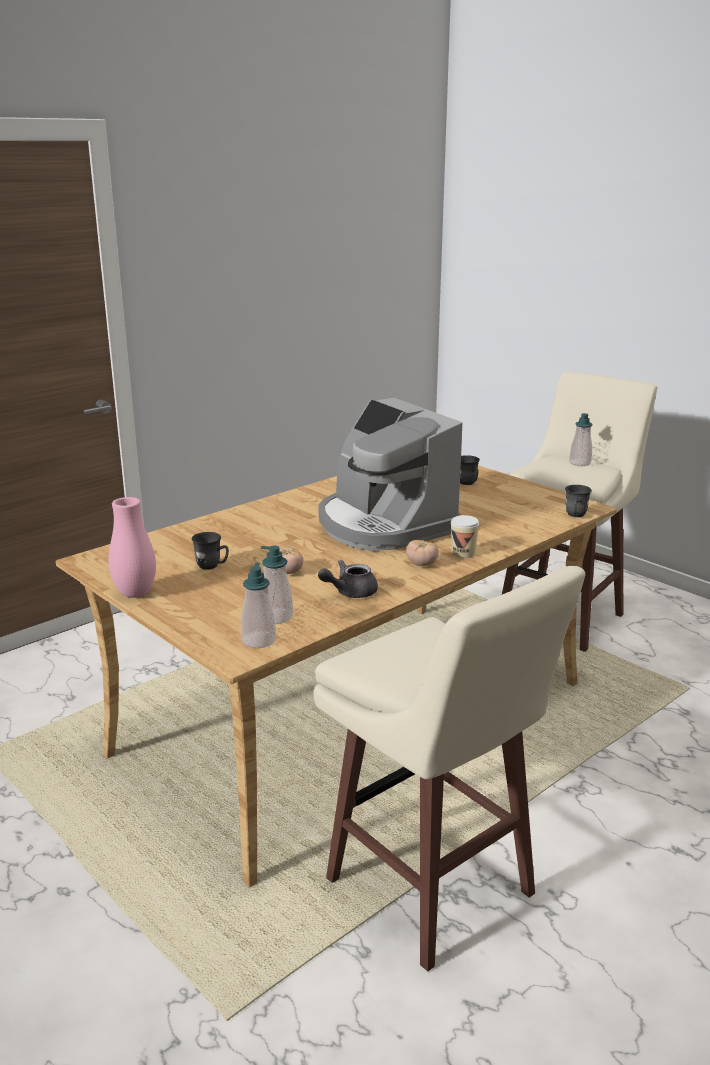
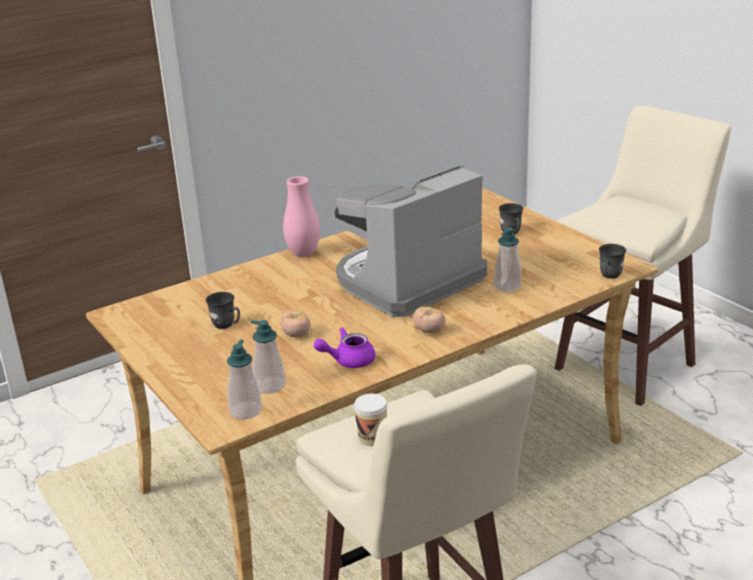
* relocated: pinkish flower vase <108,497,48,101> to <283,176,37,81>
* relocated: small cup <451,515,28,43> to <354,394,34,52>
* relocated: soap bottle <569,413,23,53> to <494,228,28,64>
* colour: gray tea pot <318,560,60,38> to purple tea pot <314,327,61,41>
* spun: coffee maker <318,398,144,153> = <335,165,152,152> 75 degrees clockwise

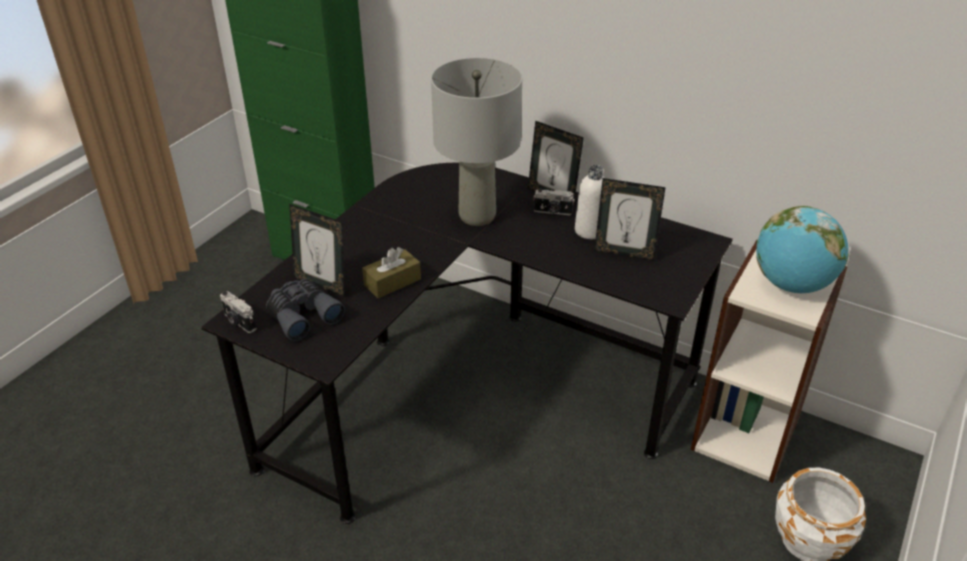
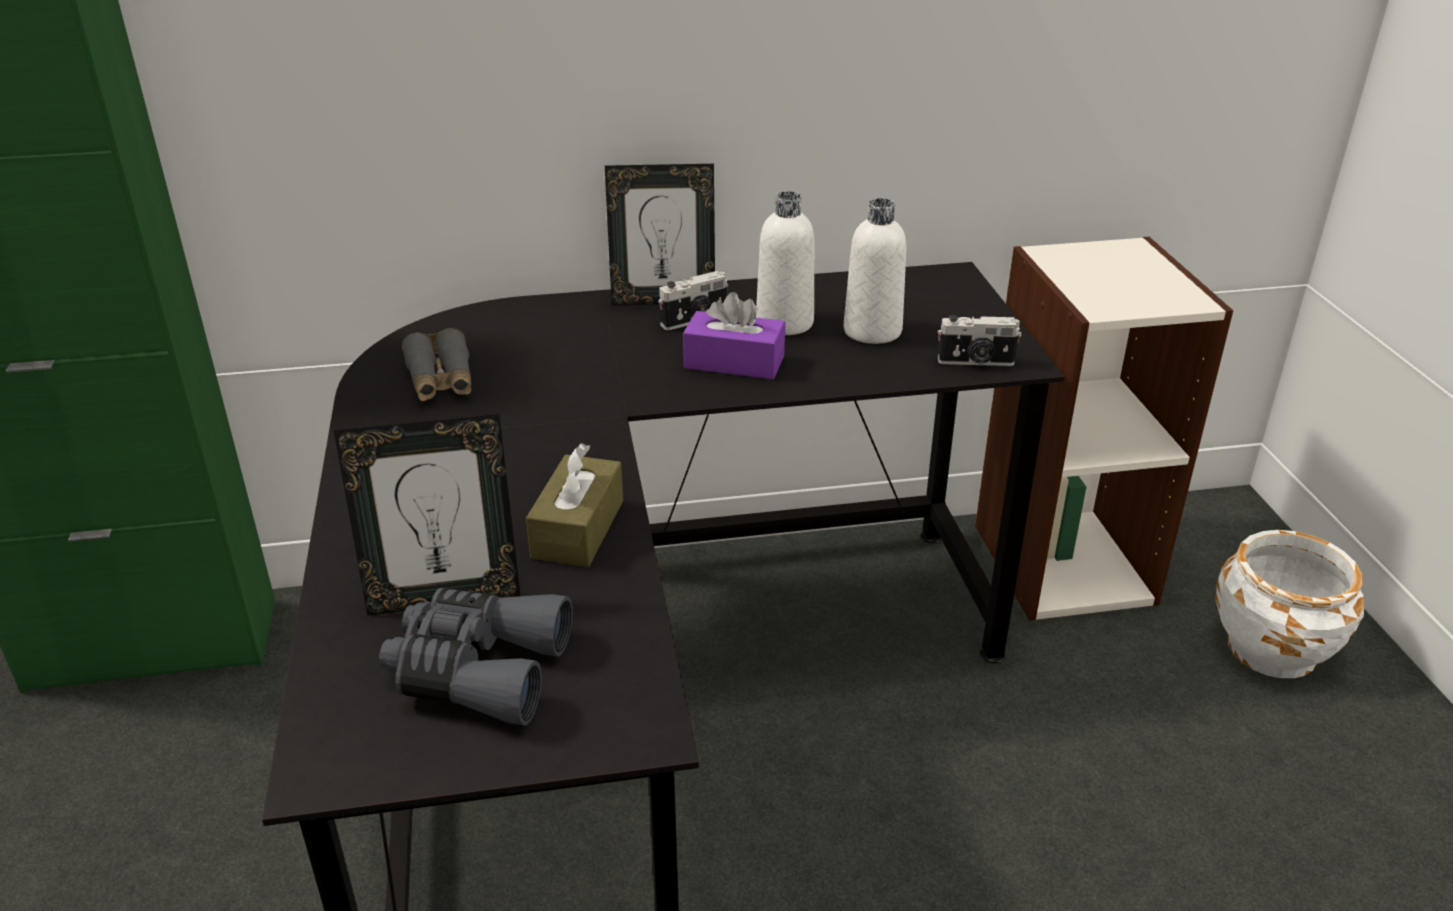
* missing: gray table lamp <431,58,91,168>
* missing: world globe <756,206,92,87>
* appeared: gray field glasses <402,328,69,73>
* appeared: purple tissue holder <683,292,102,87>
* relocated: still camera <220,291,37,42> to <938,315,84,51>
* exchanged: photo frame <594,178,72,83> to white bottle <844,198,62,146>

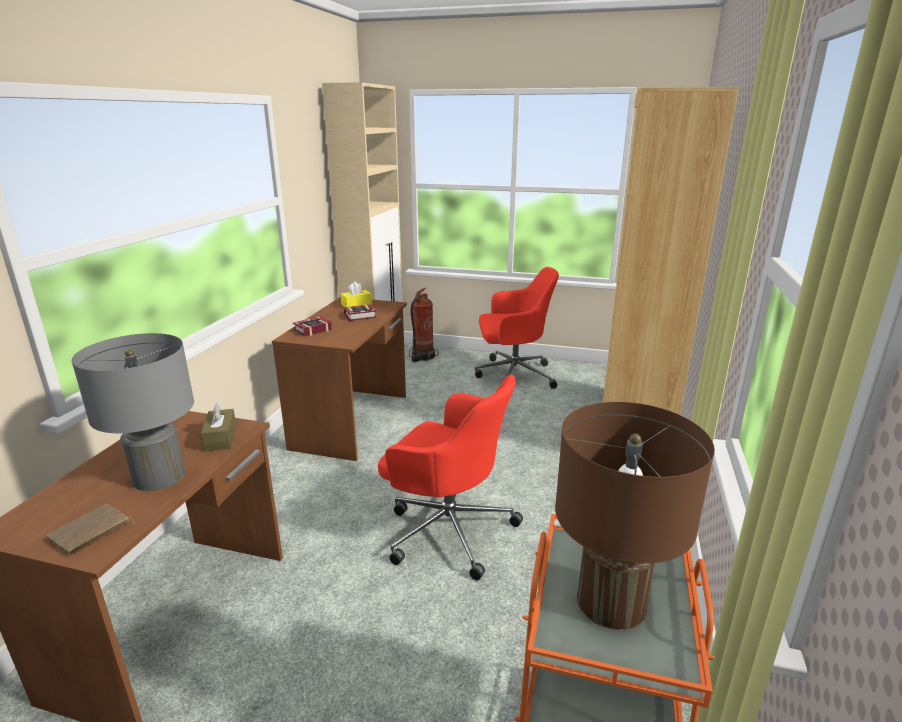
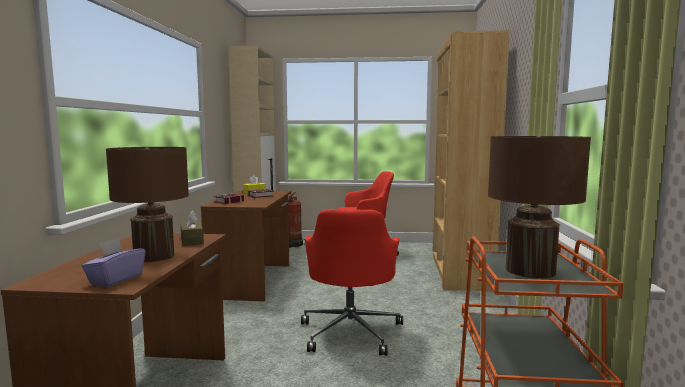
* exchanged: brown book <46,504,89,52> to purple tissue holder <82,238,64,49>
* colour: gray table lamp <71,333,123,158> to brown table lamp <106,147,83,115>
* spun: red-coloured office chair <378,375,145,205> = <301,209,102,147> 75 degrees clockwise

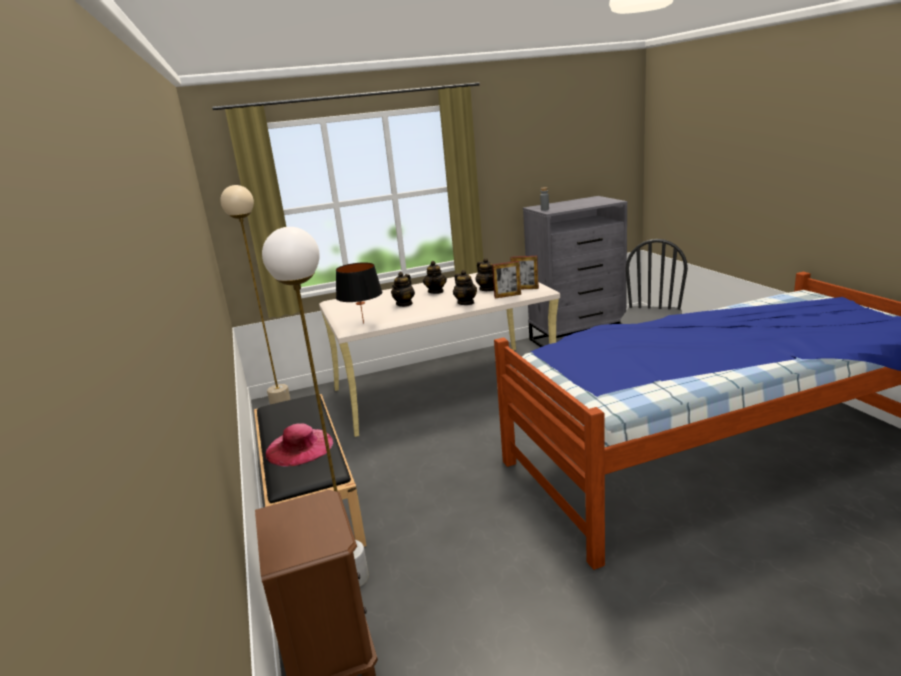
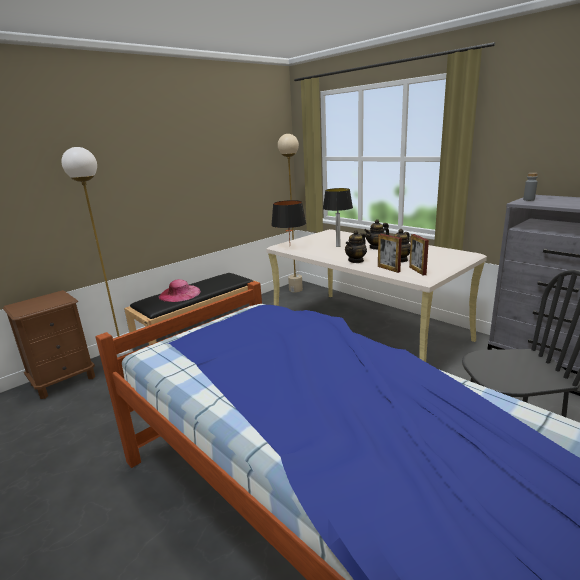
* exchanged: tea pot <391,272,24,35> to table lamp <323,188,30,59>

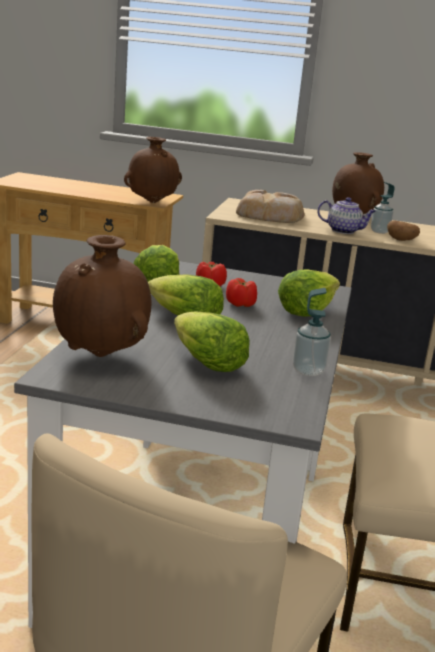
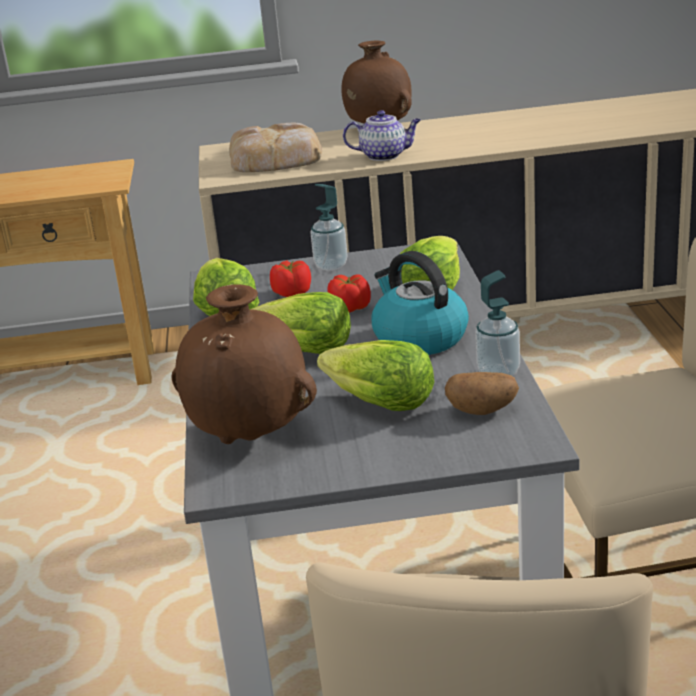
* missing: brown flower vase <124,137,58,66>
* appeared: tea kettle <372,251,97,104>
* relocated: soap bottle <371,182,24,52> to <310,184,37,87>
* relocated: whole potato <387,221,33,20> to <445,372,74,43>

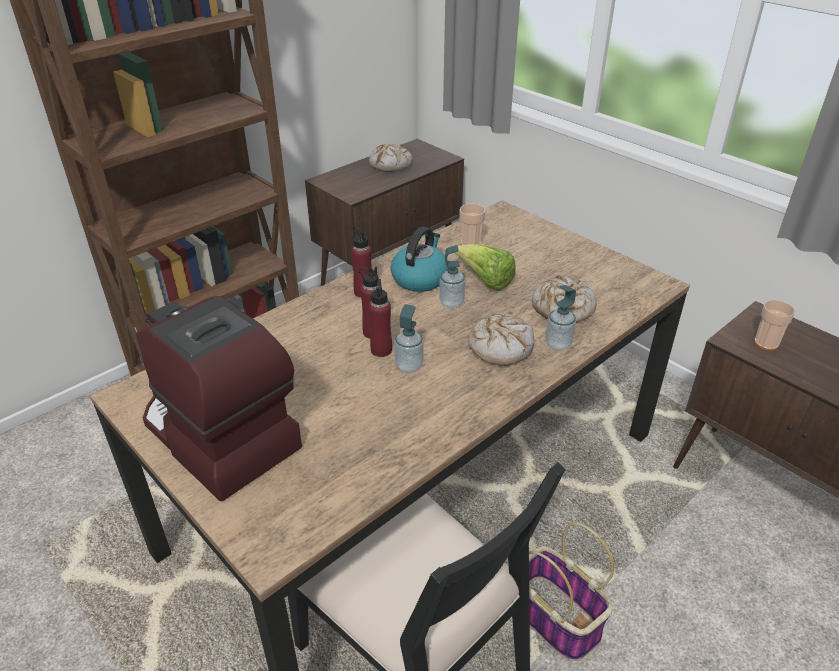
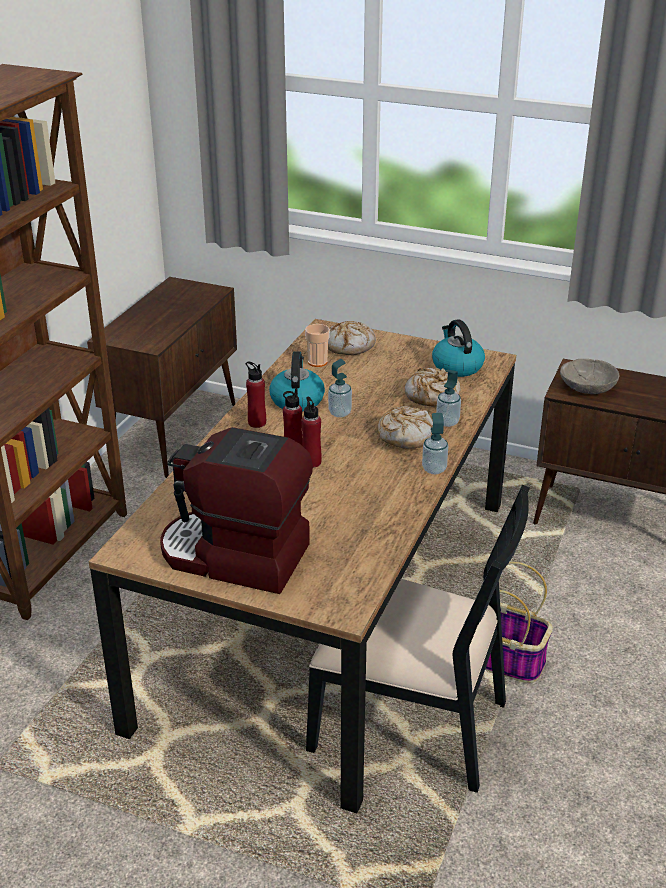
* missing: lettuce <455,244,60,47>
* appeared: tea kettle <432,320,53,57>
* relocated: bread <369,144,43,28> to <328,321,48,34>
* relocated: soap bottle <394,304,30,69> to <422,413,26,61>
* exchanged: small cup <754,300,41,51> to gray bowl <560,359,60,35>

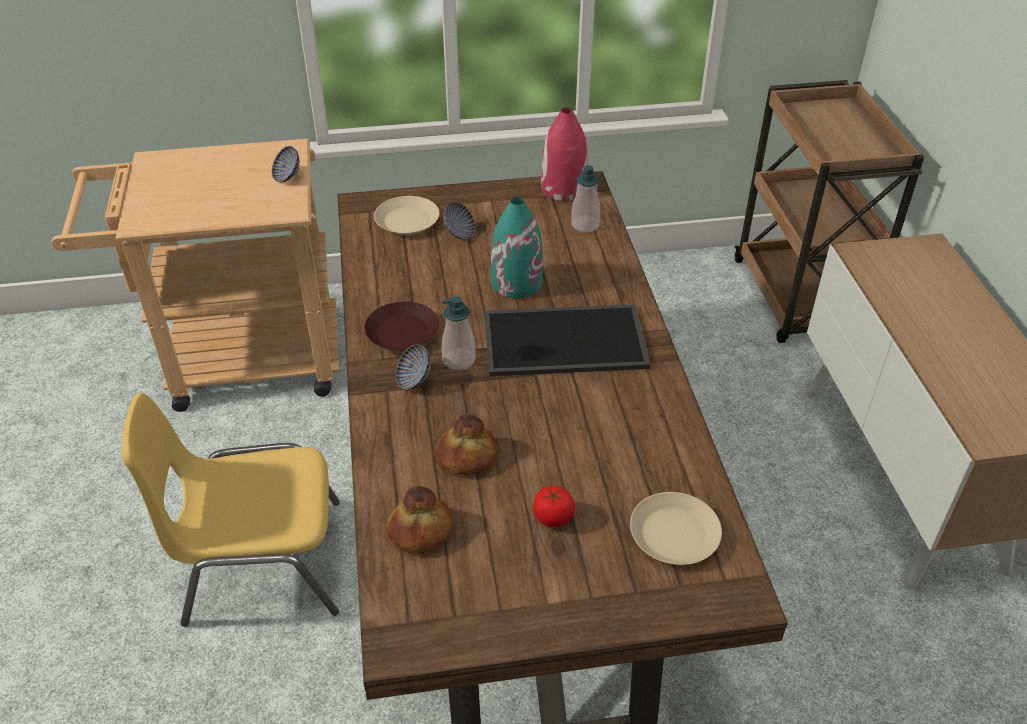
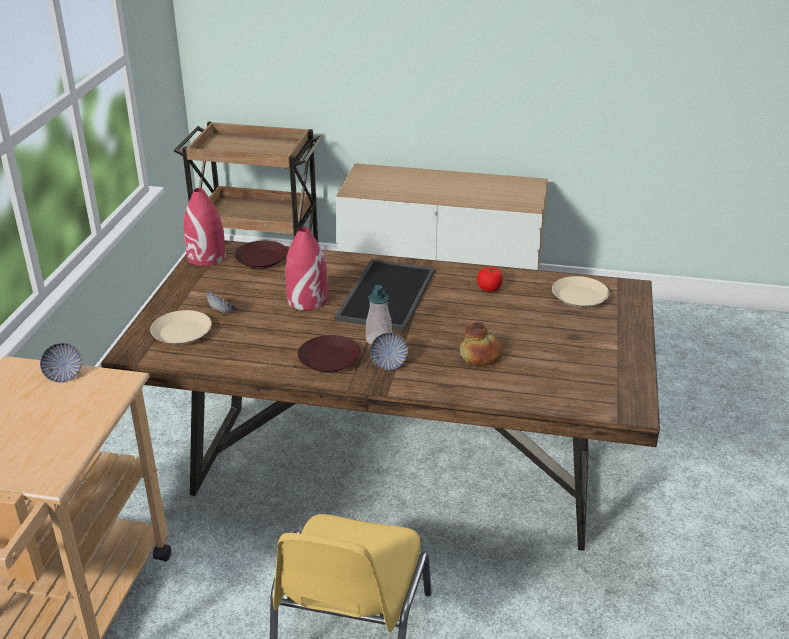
* missing: bread <386,486,67,68>
* relocated: whole tomato <533,486,42,41> to <477,267,26,24>
* exchanged: soap bottle <571,165,29,67> to brown plate <234,240,54,29>
* colour: blue-green flower vase <491,197,52,101> to red-coloured flower vase <286,227,42,83>

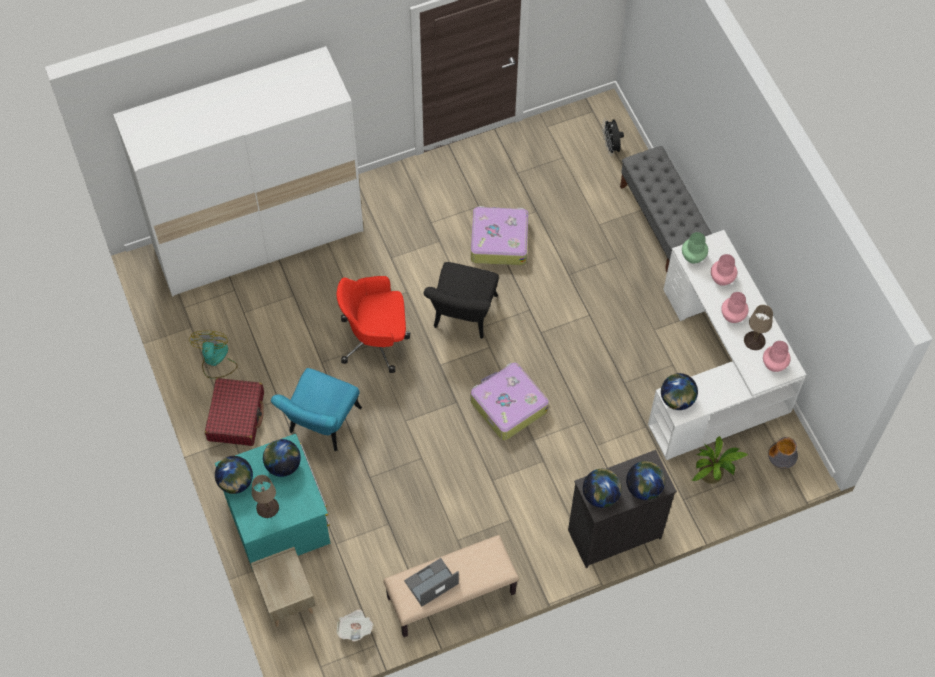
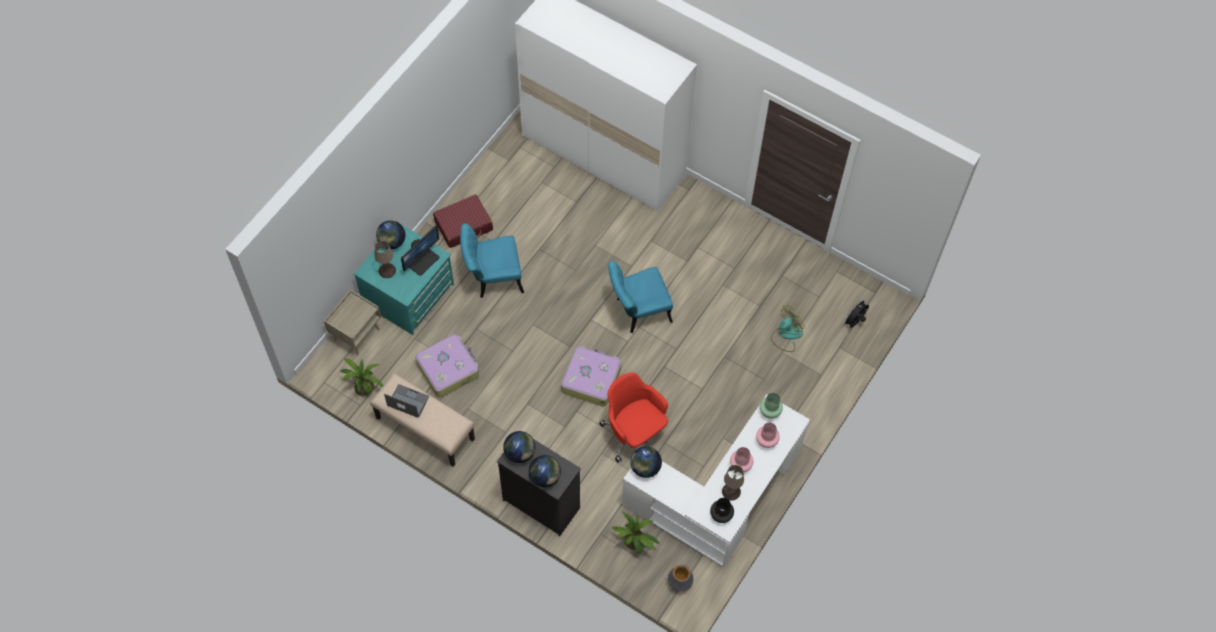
* missing: gray indoor bench <620,146,92,126>
* relocated: fan <189,331,49,48> to <771,305,34,47>
* relocated: red-coloured office chair <336,276,74,97> to <599,372,69,91>
* relocated: suitcase <471,206,58,59> to <415,334,64,64>
* exchanged: world globe <263,439,38,38> to monitor <401,225,39,51>
* exchanged: printed paper <336,609,38,33> to plant in a pot <340,357,43,40>
* colour: black plain chair <423,262,76,77> to blue-green plain chair <608,261,65,72>
* colour: pinkish flower vase <763,341,27,31> to black flower vase <710,498,24,25>

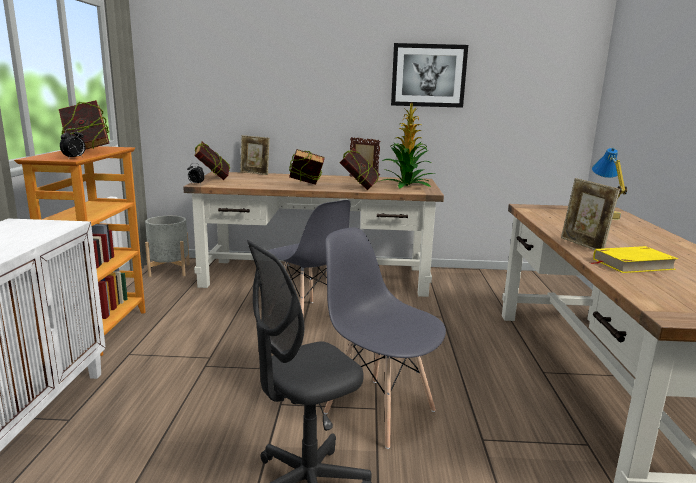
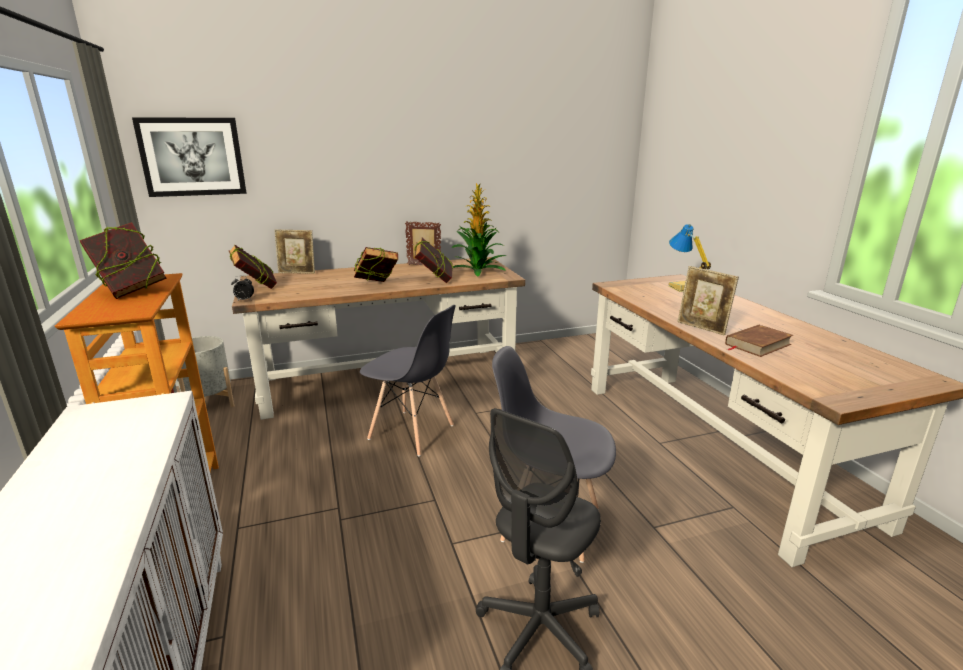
* missing: table clock <60,128,25,30>
* relocated: wall art <391,43,77,65> to <132,118,114,79>
* colour: yellowish book <591,246,87,27> to brown book <725,325,68,32>

